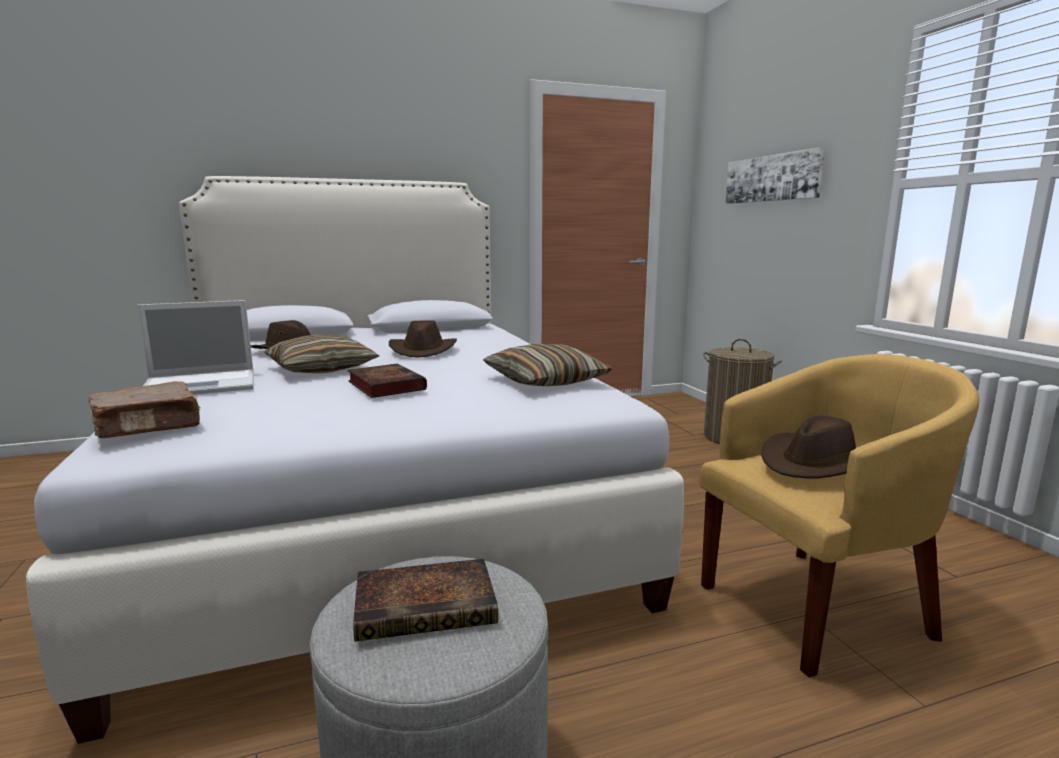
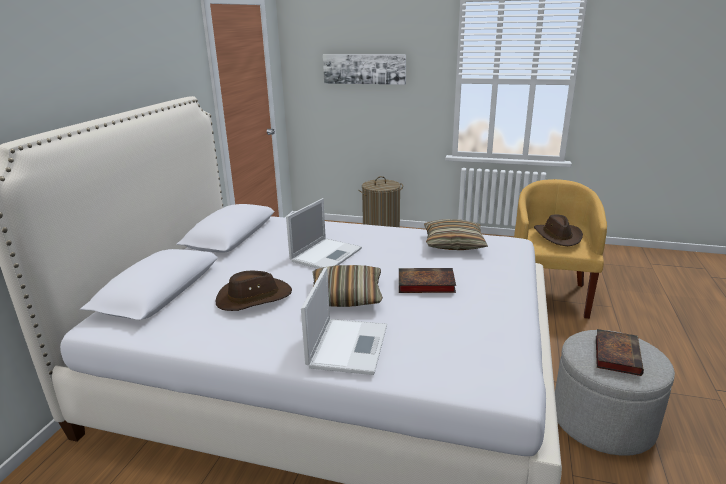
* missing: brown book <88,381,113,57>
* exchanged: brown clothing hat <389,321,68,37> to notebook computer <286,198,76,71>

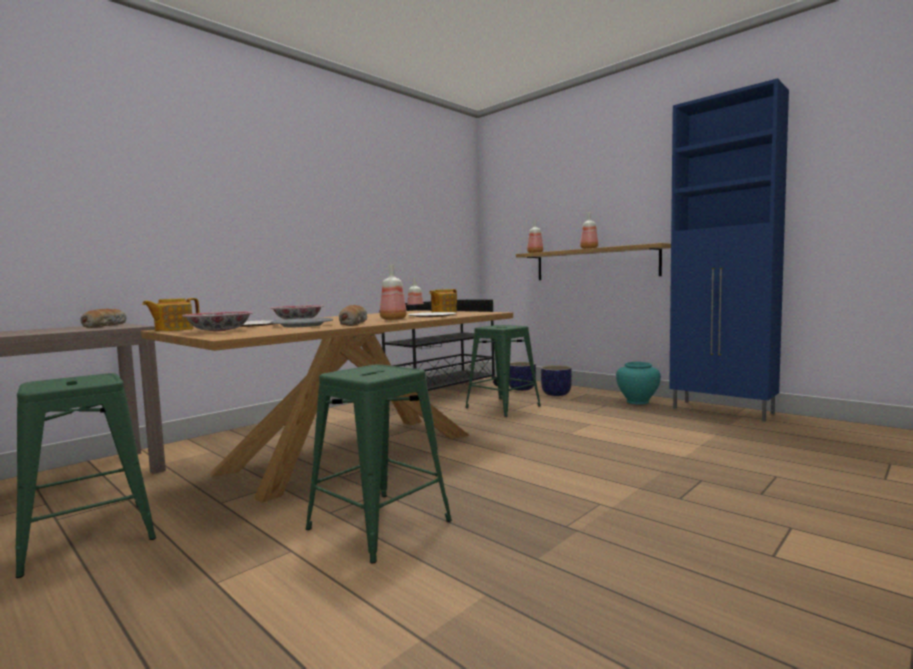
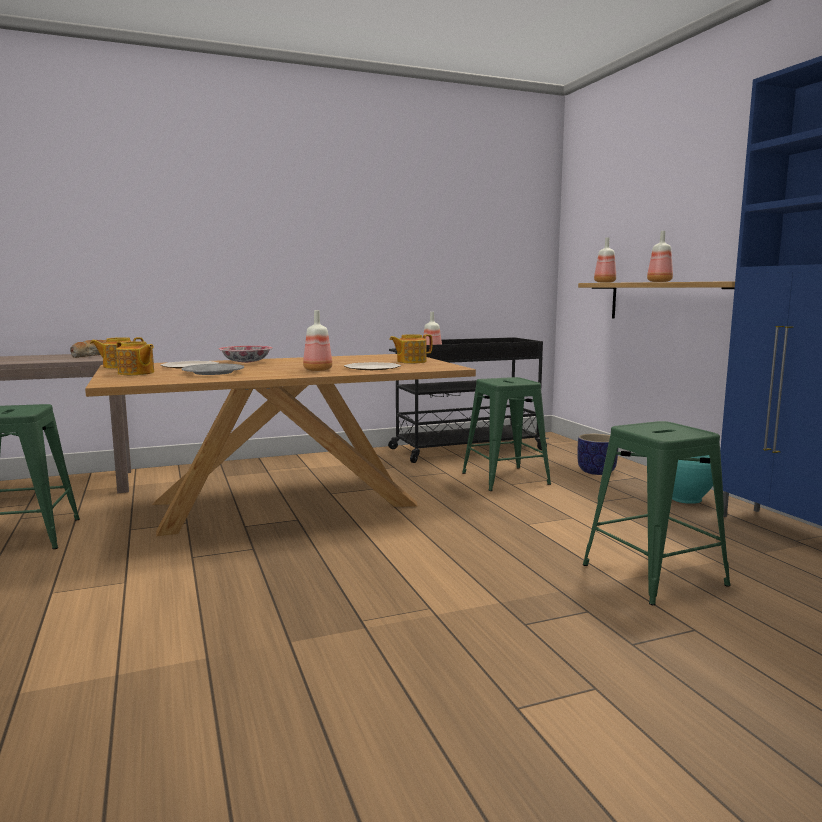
* missing: bread <339,305,29,21>
* missing: flower pot <509,362,27,29>
* relocated: greenish stool <305,364,147,199> to <583,421,148,184>
* exchanged: bowl <182,312,71,19> to tea pot <116,341,38,34>

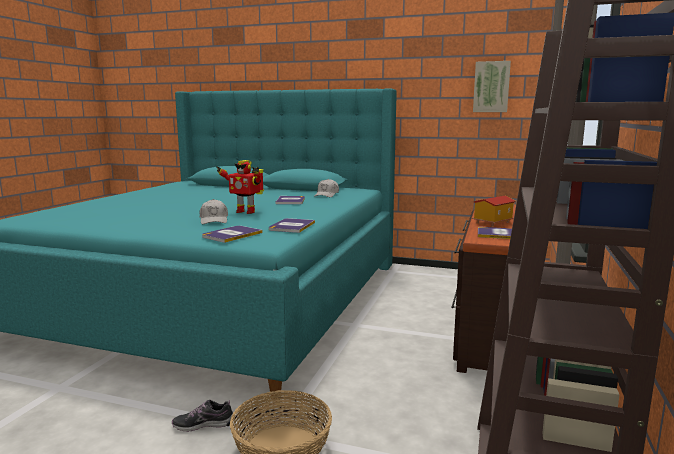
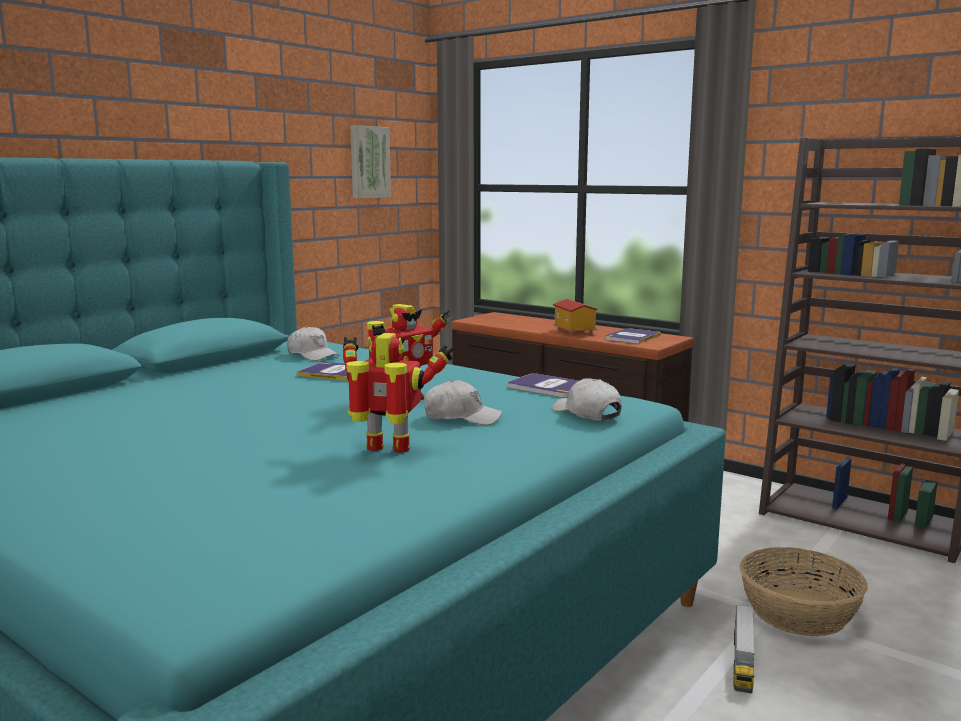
* appeared: toy robot <343,333,110,119>
* exchanged: item of footwear <172,400,61,32> to model truck <733,605,22,88>
* exchanged: book <202,226,60,17> to white cap <552,378,70,43>

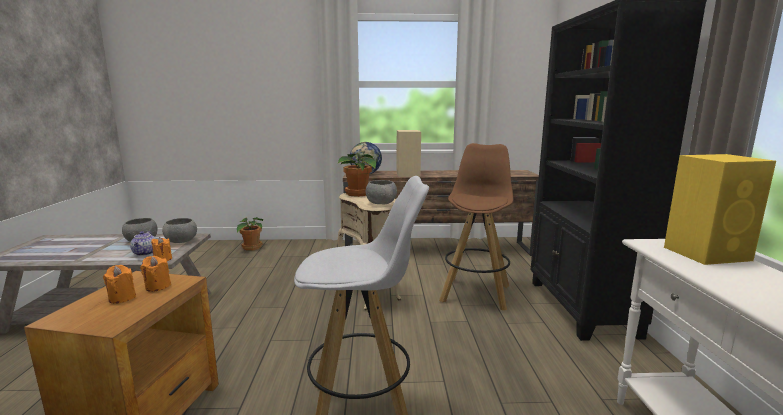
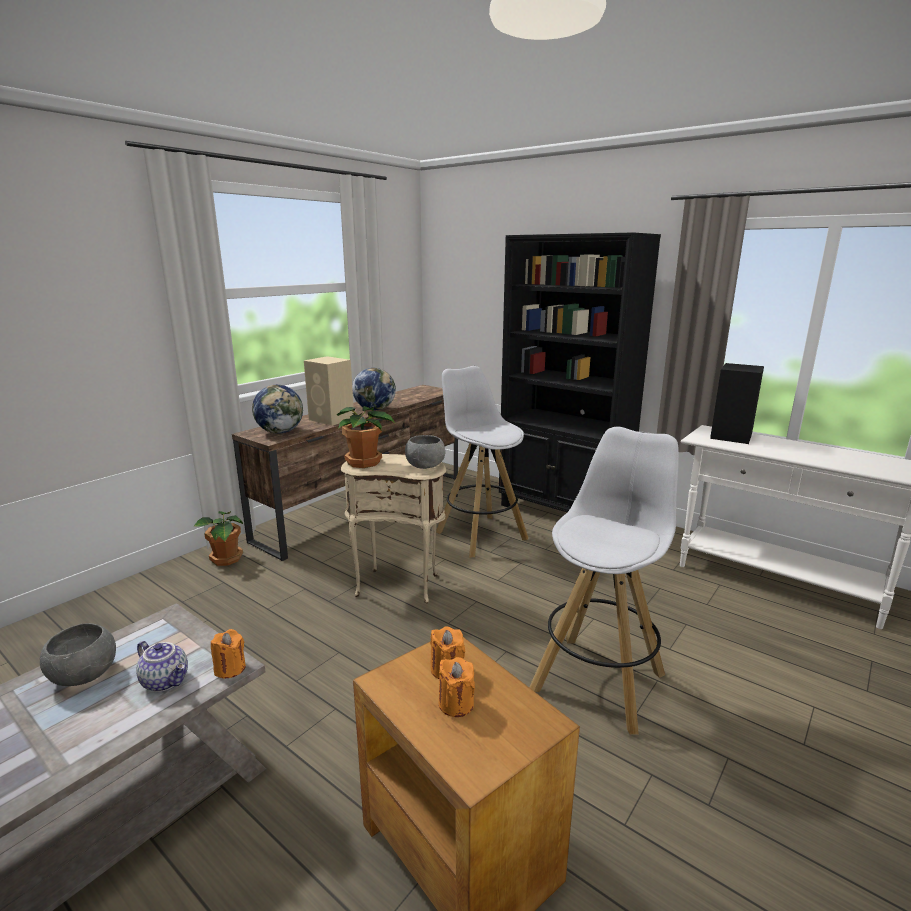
* missing: gray bowl <162,218,35,25>
* appeared: world globe <352,368,44,43>
* relocated: plant in a pot <237,217,26,34> to <193,511,50,55>
* colour: brown stool <439,143,74,168> to white stool <436,366,92,191>
* colour: yellowish speaker <664,154,112,111> to black speaker <710,363,54,81>

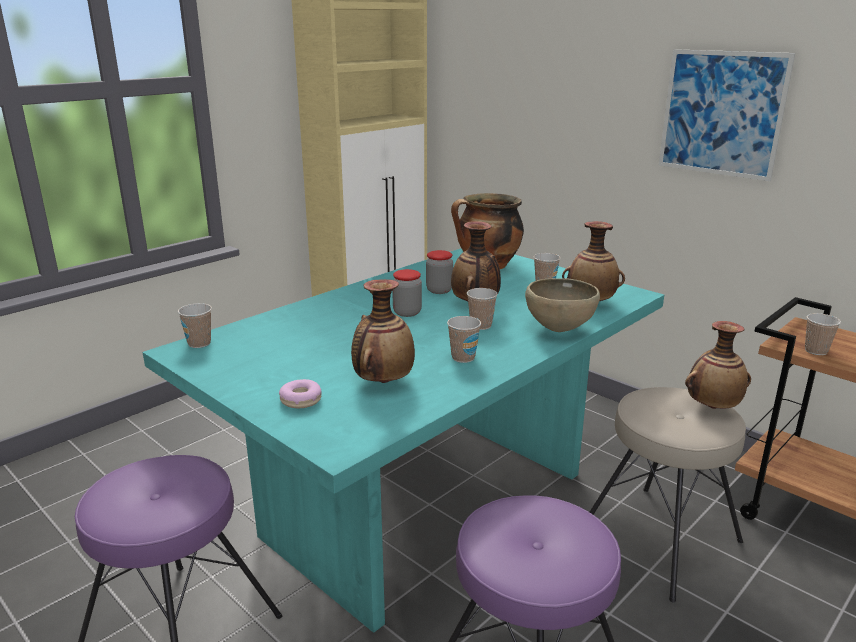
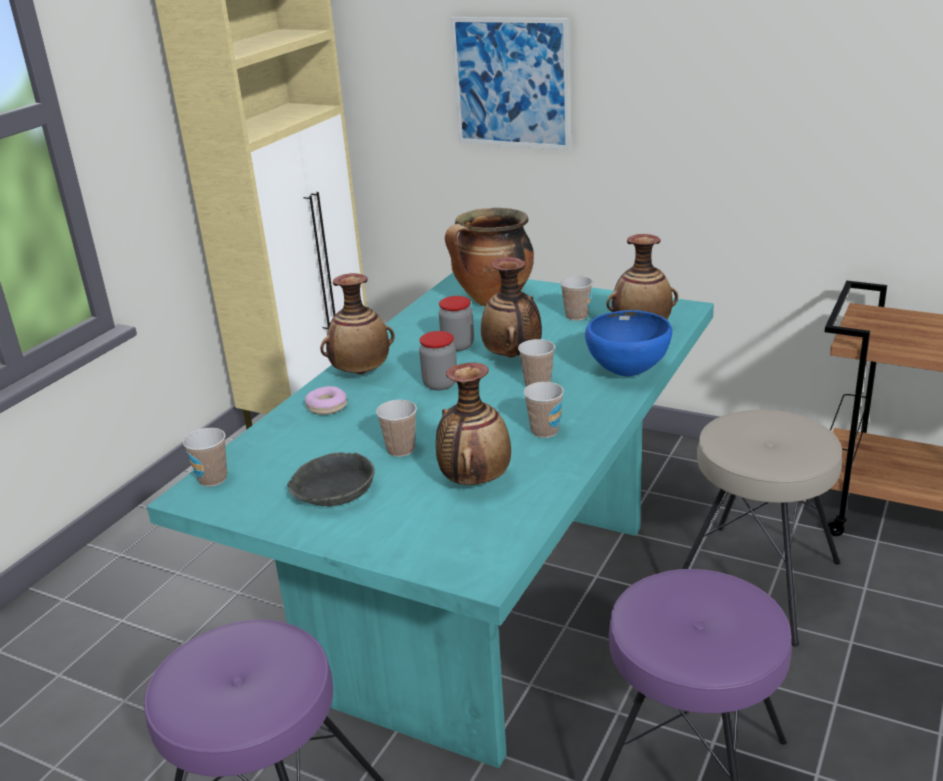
* appeared: gray bowl <287,452,88,55>
* relocated: donut <279,379,43,29> to <305,386,42,29>
* relocated: wall art <659,49,136,132> to <450,17,121,133>
* relocated: flower vase <685,321,66,88> to <320,273,75,101>
* relocated: small cup <805,313,36,42> to <376,400,41,57>
* colour: brown bowl <525,278,75,54> to blue-coloured bowl <585,310,87,67>

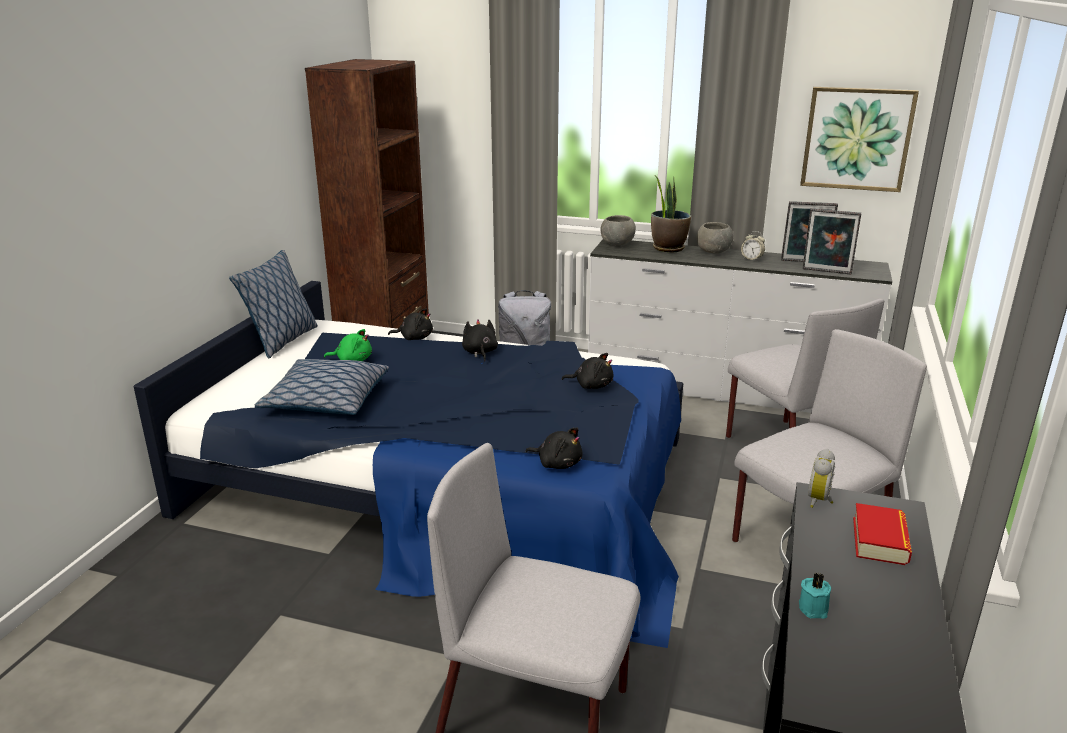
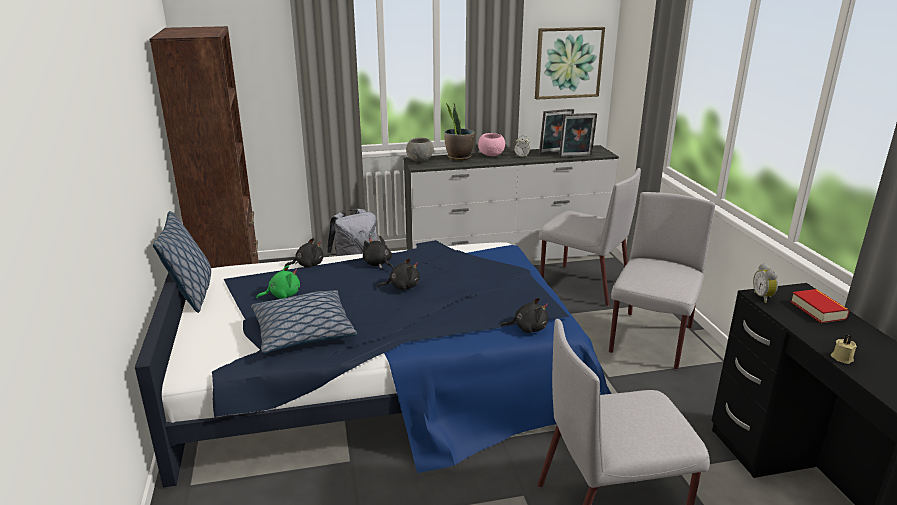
* relocated: black plush toy <562,353,52,36> to <377,258,43,32>
* colour: gray bowl <696,222,38,32> to pinkish bowl <478,133,27,23>
* colour: blue-green wax candle <799,573,32,46> to sand-coloured wax candle <831,334,26,30>

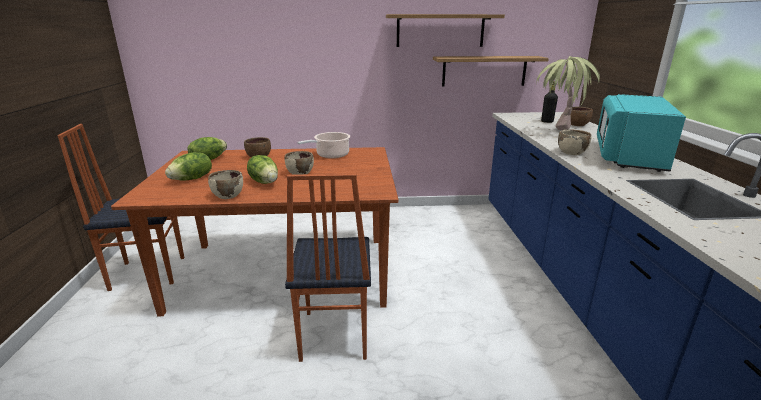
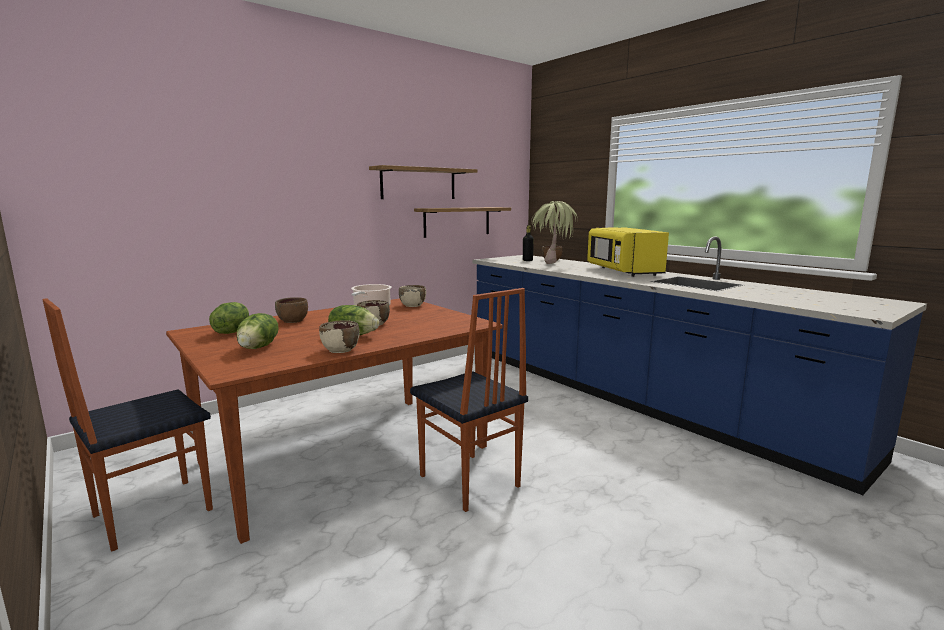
* relocated: sand-coloured bowl <558,130,34,25> to <399,285,27,22>
* colour: blue-green kitchen microwave <597,94,89,78> to yellowish kitchen microwave <587,227,82,50>

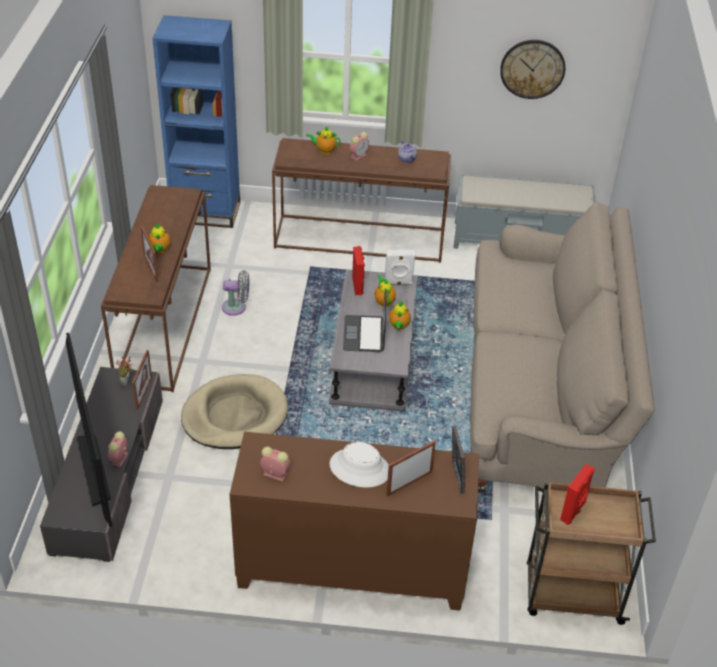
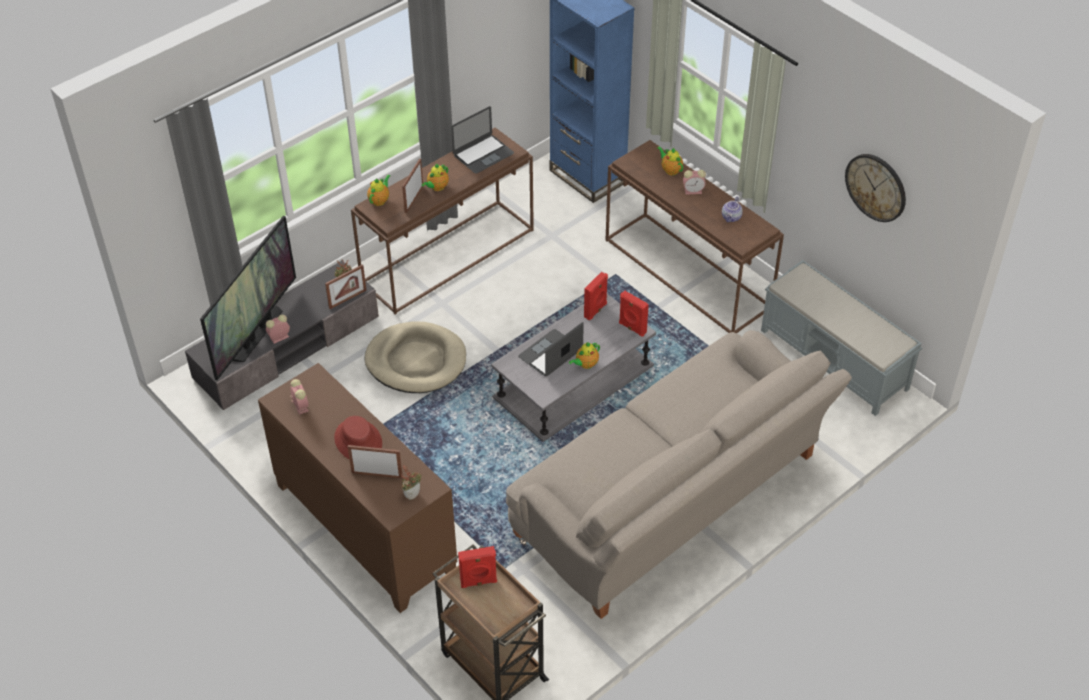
* missing: gray fan <222,270,27,46>
* appeared: notebook computer <451,106,63,68>
* relocated: tea pot <374,275,22,32> to <367,175,23,31>
* exchanged: photo frame <452,425,13,69> to plant in a pot <401,465,20,35>
* colour: white clothing hat <330,442,59,46> to red-coloured clothing hat <334,416,48,43>
* colour: white speaker <385,250,31,35> to red-coloured speaker <619,291,30,46>

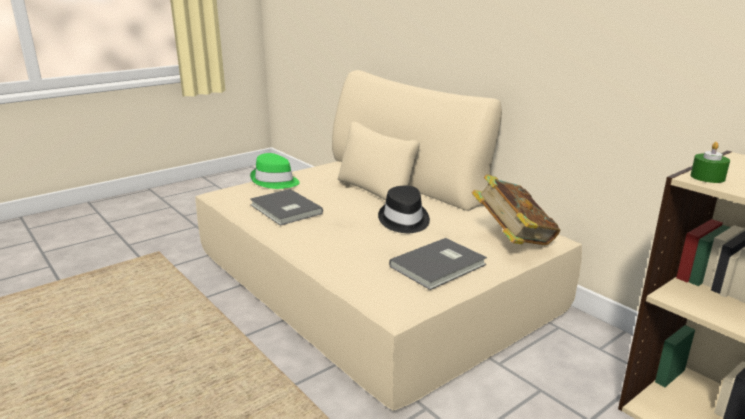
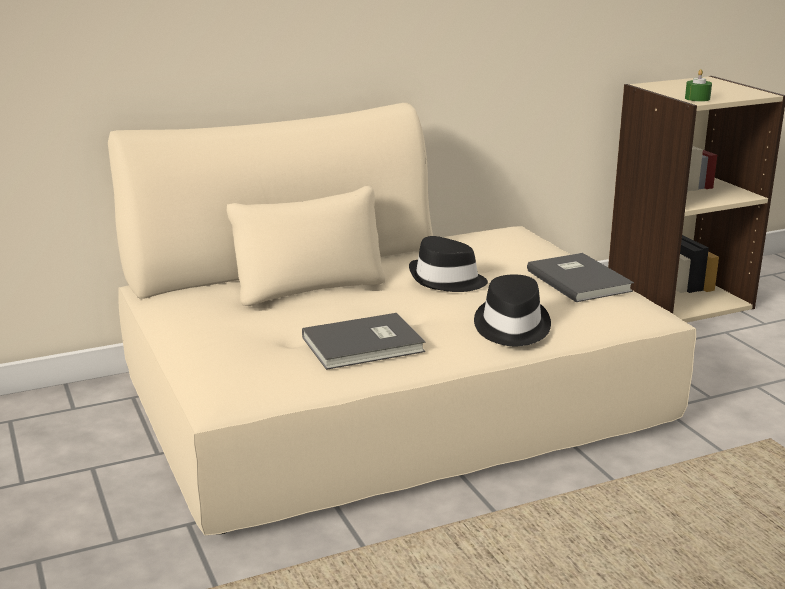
* missing: greenish clothing hat <250,153,50,36>
* missing: book <472,174,88,71>
* appeared: black clothing hat <474,274,77,72>

